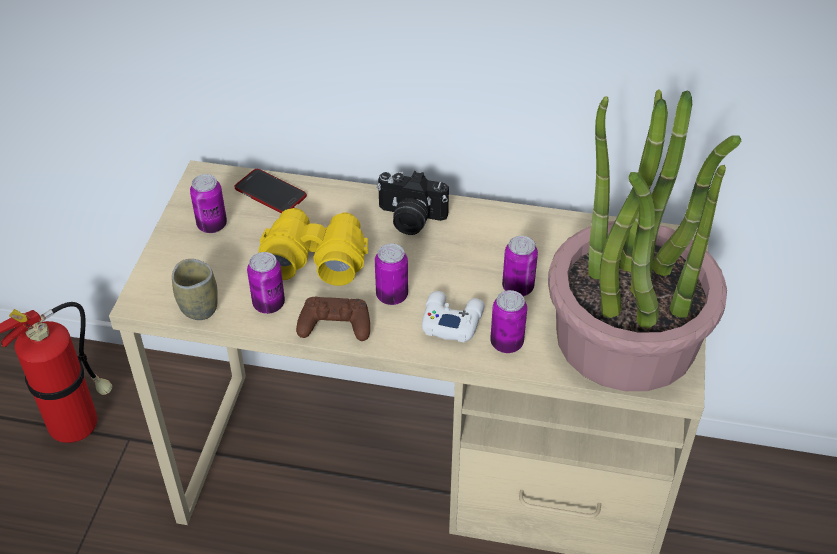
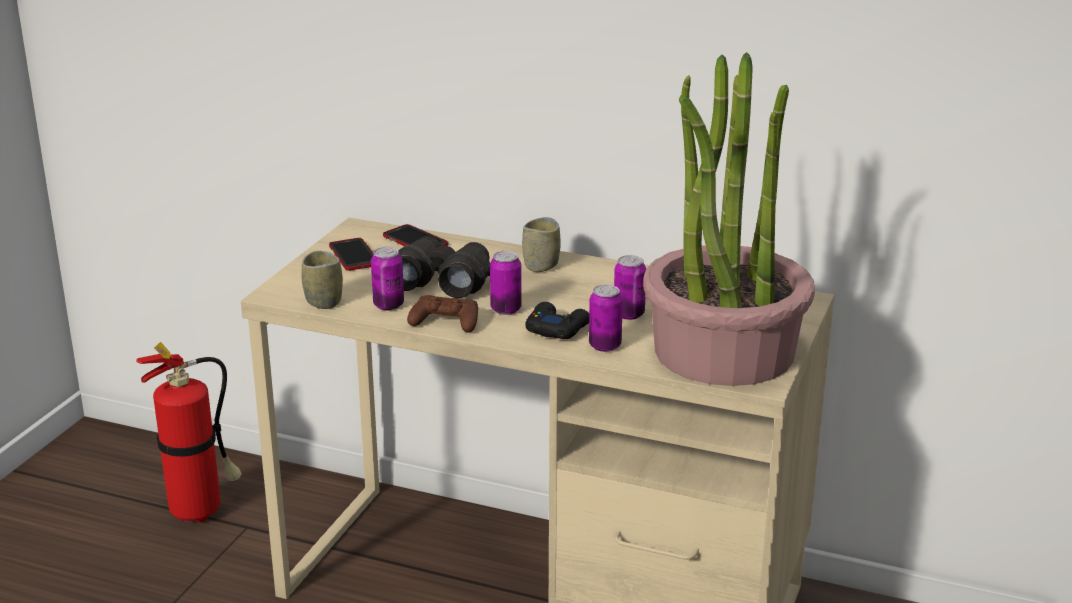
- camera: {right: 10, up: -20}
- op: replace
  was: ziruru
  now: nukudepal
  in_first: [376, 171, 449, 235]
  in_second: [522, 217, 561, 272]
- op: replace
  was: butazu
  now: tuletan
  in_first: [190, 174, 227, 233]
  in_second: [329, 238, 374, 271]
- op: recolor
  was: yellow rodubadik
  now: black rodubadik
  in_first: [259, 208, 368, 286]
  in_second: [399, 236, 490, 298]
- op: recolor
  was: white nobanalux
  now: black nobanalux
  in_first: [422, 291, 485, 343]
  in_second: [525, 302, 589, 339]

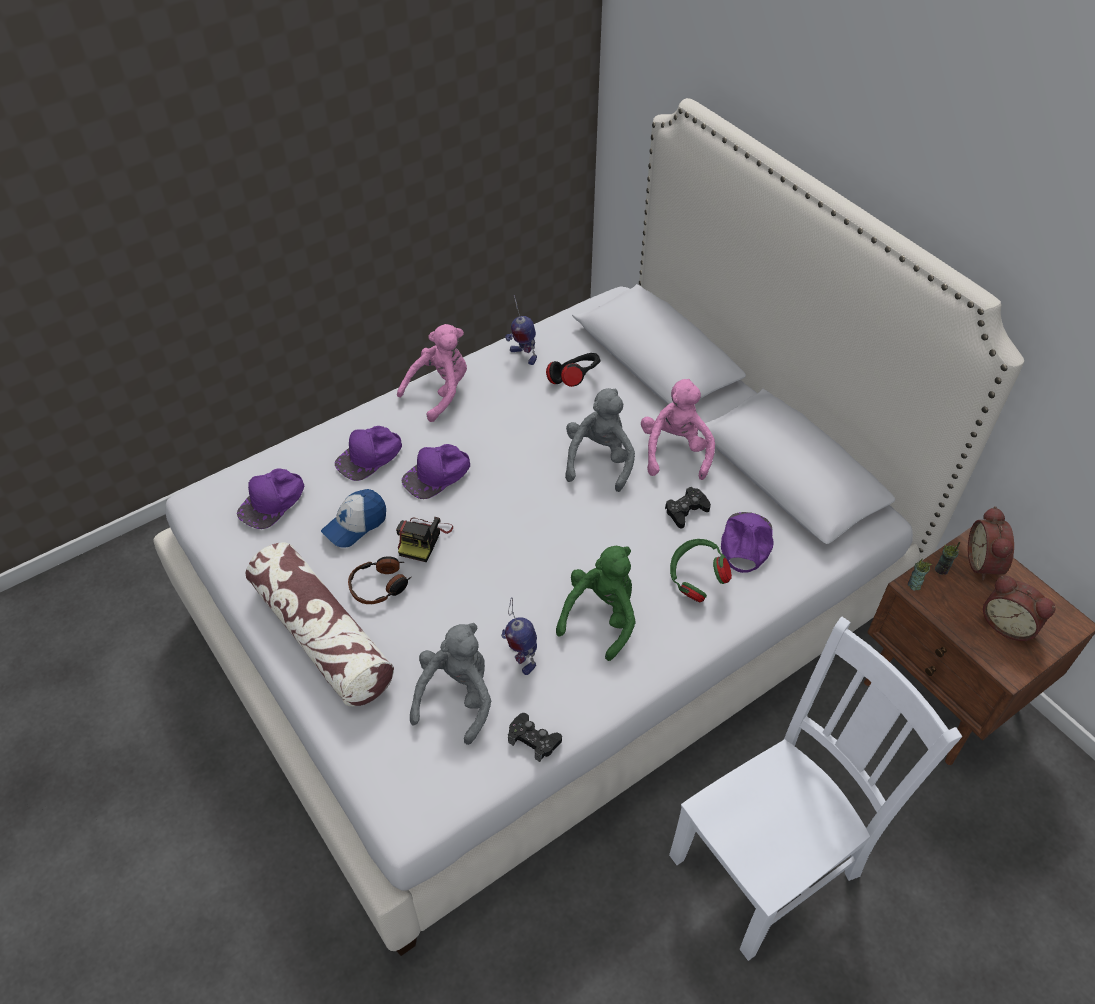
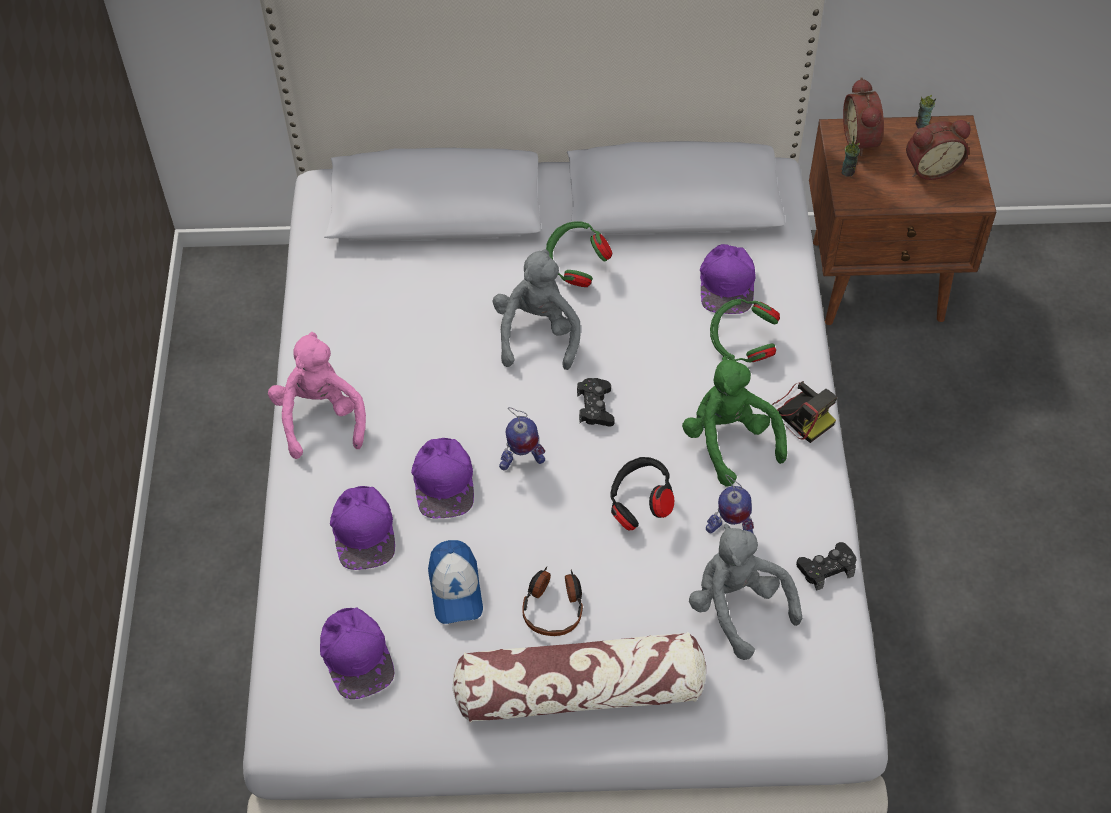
- camera: {right: -55, up: 5}
- op: move
  was: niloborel
  in_first: [505, 295, 537, 365]
  in_second: [499, 407, 545, 470]
- op: move
  was: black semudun
  in_first: [546, 353, 601, 387]
  in_second: [610, 457, 674, 531]
- op: replace
  was: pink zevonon
  now: green semudun
  in_first: [641, 379, 715, 480]
  in_second: [546, 221, 612, 287]
- op: rotate
  was: grey zevonon
  in_first: [565, 388, 635, 492]
  in_second: [493, 249, 581, 370]
  clockwise: 45
- op: move
  was: black nobanalux
  in_first: [665, 487, 711, 529]
  in_second: [577, 378, 615, 426]
- op: rotate
  was: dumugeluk
  in_first: [968, 506, 1014, 581]
  in_second: [843, 77, 884, 156]
  clockwise: 45
- op: rotate
  was: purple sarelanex
  in_first: [721, 512, 774, 573]
  in_second: [700, 244, 756, 314]
  clockwise: -135
- op: move
  was: ziruru
  in_first: [396, 517, 453, 562]
  in_second: [772, 381, 837, 443]
- op: move
  was: nukudepal
  in_first: [908, 559, 932, 591]
  in_second: [916, 95, 936, 128]
- op: delete
  was: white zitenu
  in_first: [669, 617, 962, 961]

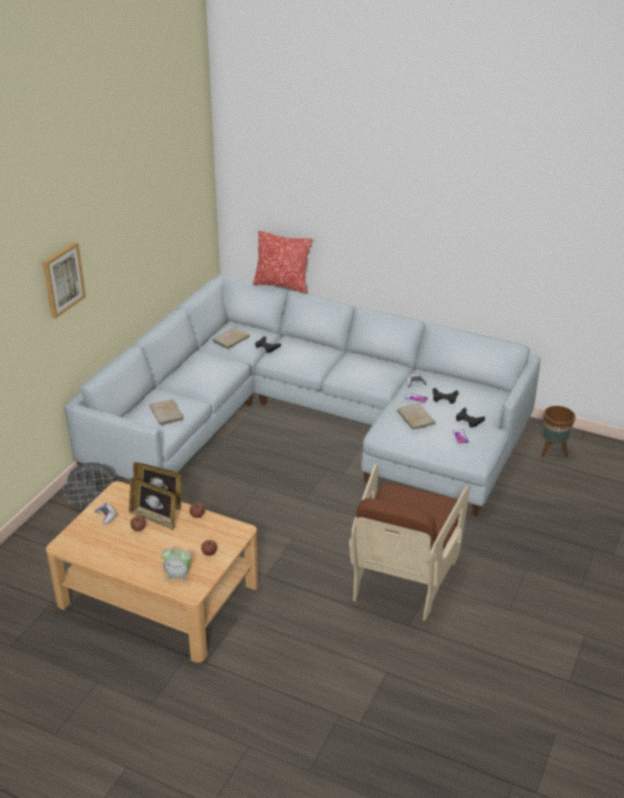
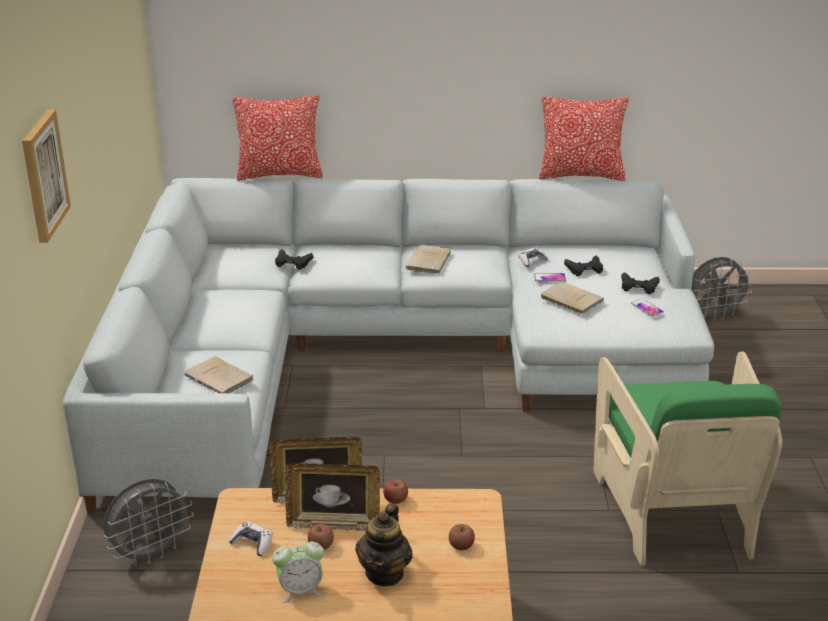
- camera: {right: -25, up: -5}
- op: move
  was: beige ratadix
  in_first: [212, 327, 250, 349]
  in_second: [406, 245, 451, 274]
- op: replace
  was: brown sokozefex
  now: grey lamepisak
  in_first: [541, 406, 576, 457]
  in_second: [691, 257, 754, 321]
- op: recolor
  was: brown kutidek
  now: green kutidek
  in_first: [349, 464, 470, 621]
  in_second: [594, 352, 782, 566]
- op: move
  was: dumugeluk
  in_first: [161, 547, 191, 583]
  in_second: [272, 538, 324, 603]
- op: insert
  now: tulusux
  in_second: [539, 96, 629, 181]
- op: insert
  now: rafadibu
  in_second: [355, 503, 413, 587]

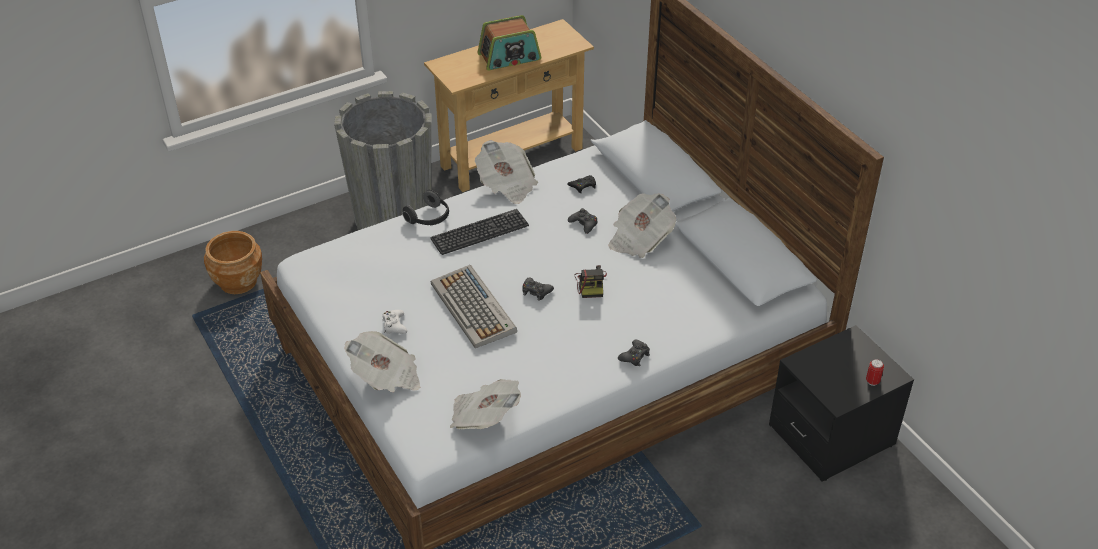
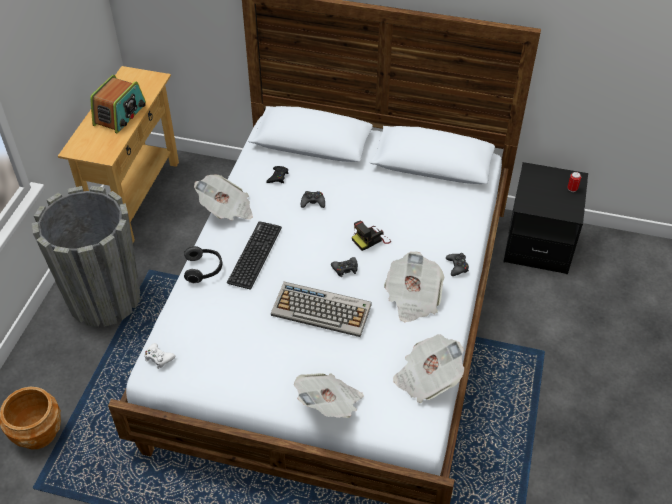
- camera: {right: -45, up: 5}
- op: move
  was: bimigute
  in_first: [608, 193, 676, 258]
  in_second: [384, 251, 444, 323]
- op: rotate
  was: ziruru
  in_first: [575, 265, 607, 298]
  in_second: [352, 220, 391, 251]
  clockwise: 105
- op: move
  was: white nobanalux
  in_first: [382, 310, 407, 334]
  in_second: [144, 343, 176, 369]

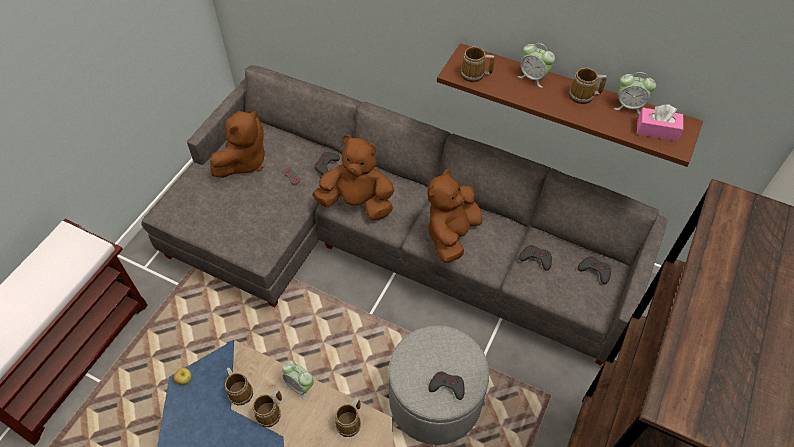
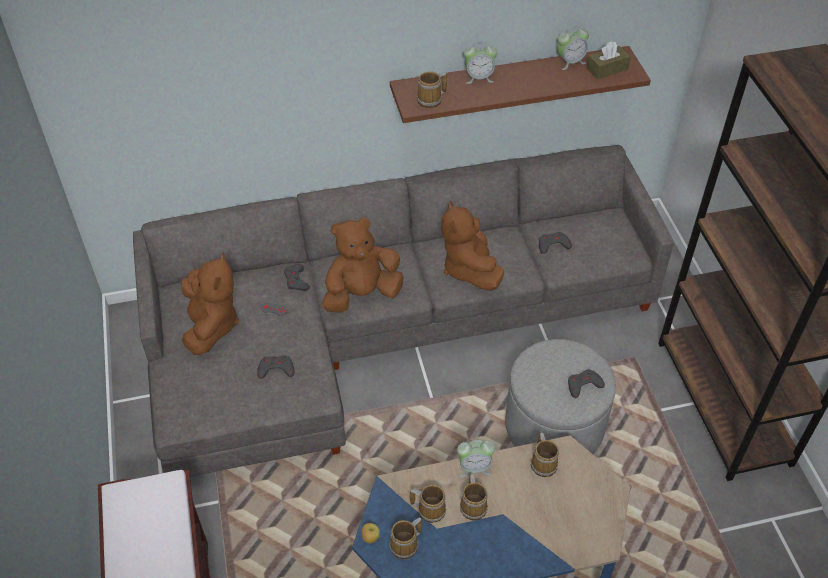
- camera: {right: -40, up: -5}
- op: move
  was: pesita
  in_first: [569, 68, 607, 104]
  in_second: [389, 518, 422, 559]
- op: recolor
  was: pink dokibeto
  now: brown dokibeto
  in_first: [637, 104, 683, 141]
  in_second: [587, 41, 631, 80]
- op: move
  was: grey nobanalux
  in_first: [578, 256, 611, 284]
  in_second: [257, 355, 295, 379]

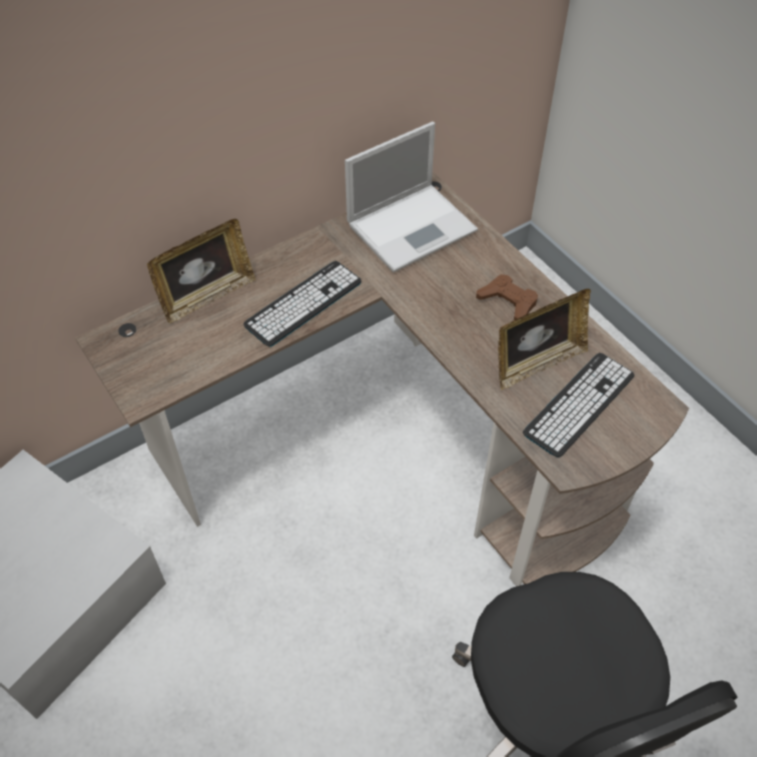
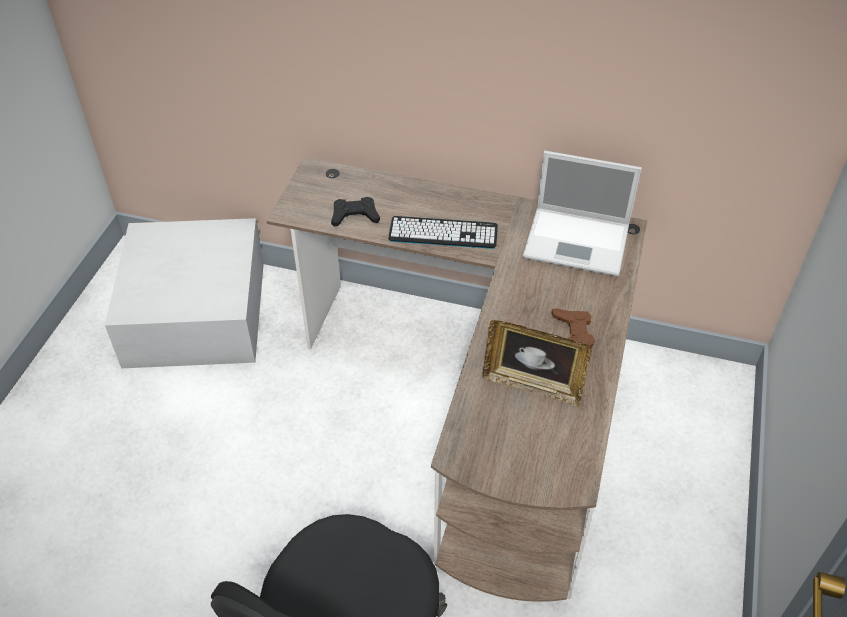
- camera: {right: 50, up: -5}
- op: delete
  was: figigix
  in_first: [147, 219, 256, 323]
- op: delete
  was: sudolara
  in_first: [523, 353, 634, 457]
- op: insert
  now: black nobanalux
  in_second: [331, 197, 380, 227]

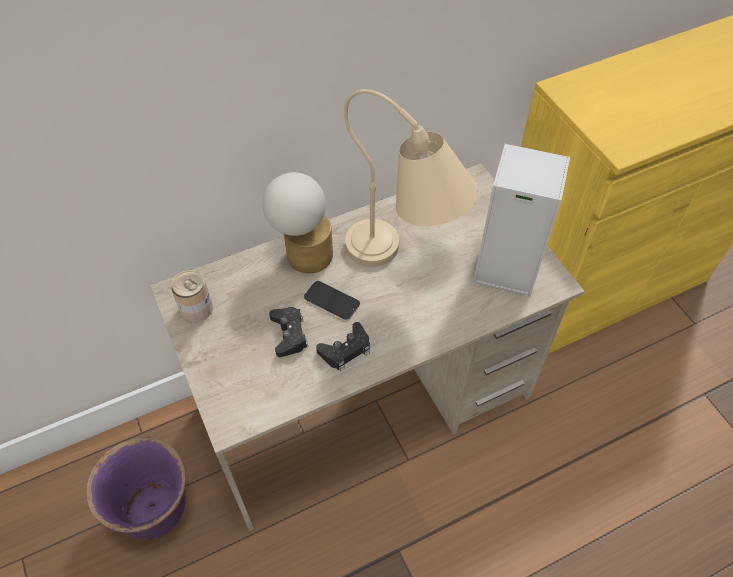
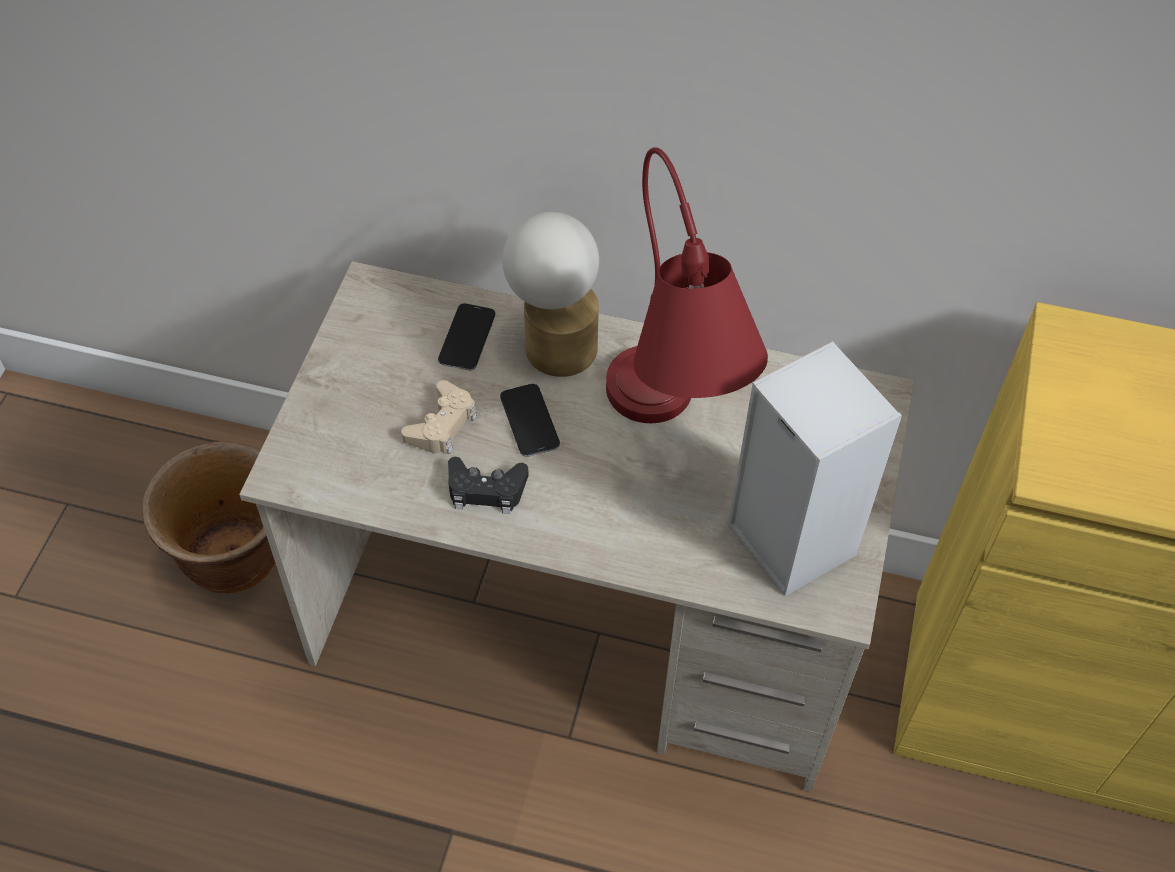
- camera: {right: 40, up: 0}
- op: recolor
  was: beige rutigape
  now: red rutigape
  in_first: [344, 89, 478, 267]
  in_second: [606, 147, 768, 423]
- op: delete
  was: butazu
  in_first: [171, 270, 213, 323]
- op: recolor
  was: black nobanalux
  now: beige nobanalux
  in_first: [269, 307, 308, 357]
  in_second: [401, 380, 477, 454]
- op: recolor
  was: purple sokozefex
  now: brown sokozefex
  in_first: [86, 437, 186, 540]
  in_second: [142, 442, 275, 593]
- op: insert
  now: tuletan
  in_second: [438, 303, 495, 371]

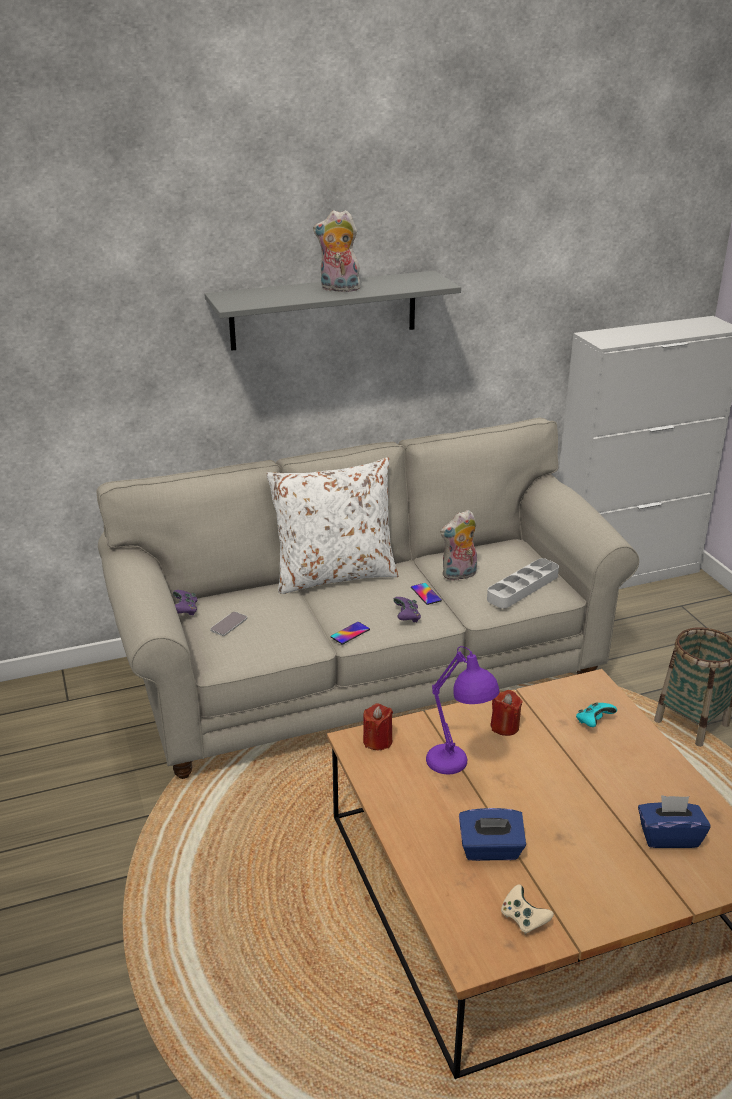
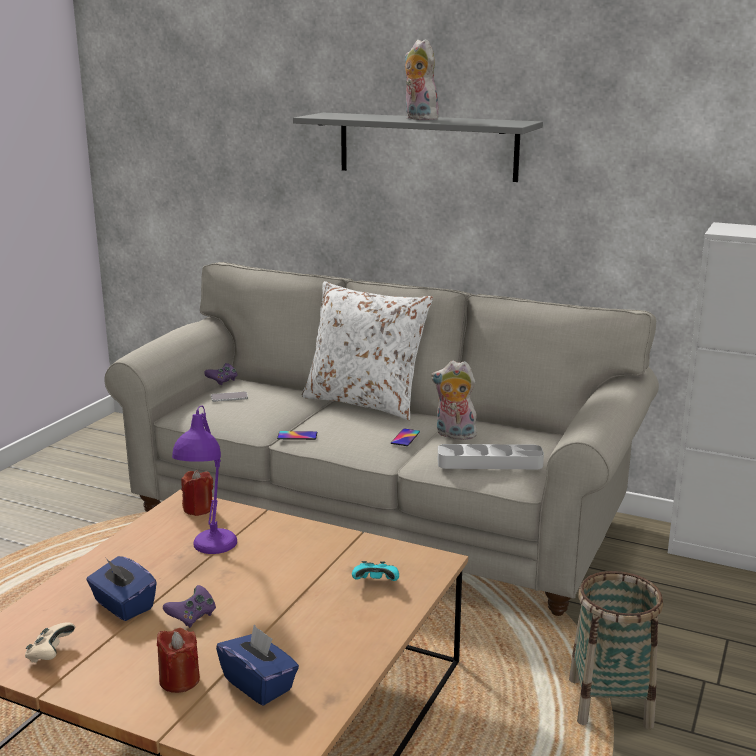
- camera: {right: 45, up: -10}
- op: move
  was: purple nobanalux
  in_first: [393, 597, 421, 622]
  in_second: [163, 585, 216, 628]
- op: move
  was: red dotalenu
  in_first: [491, 690, 523, 736]
  in_second: [157, 628, 200, 693]

